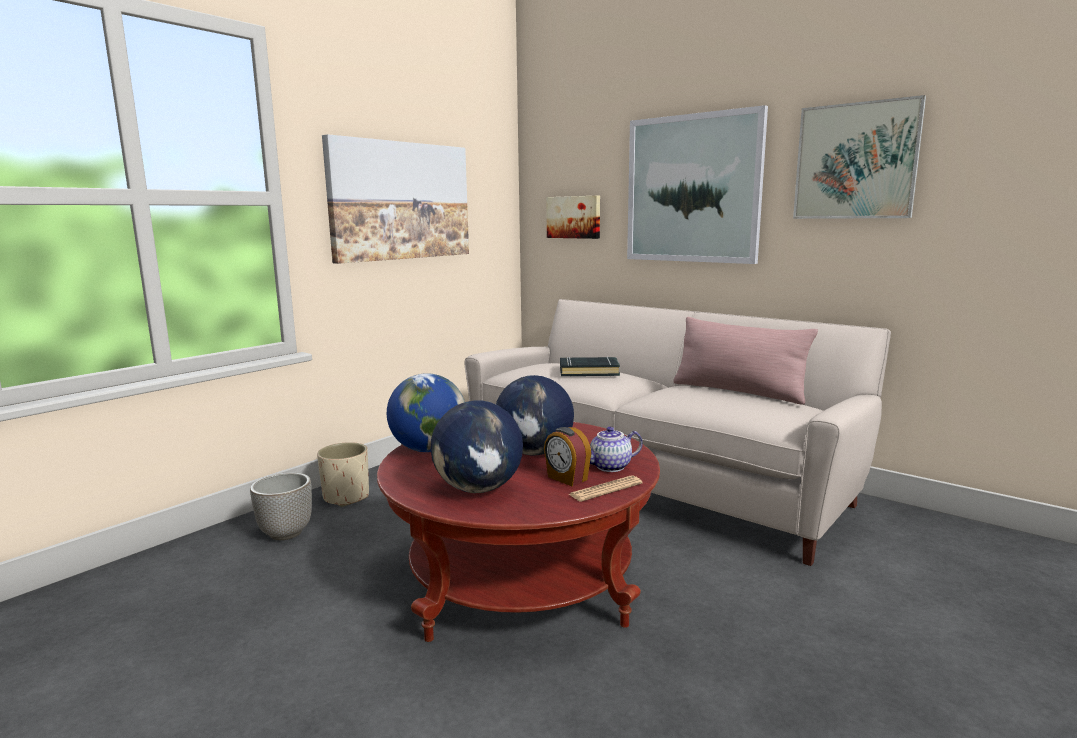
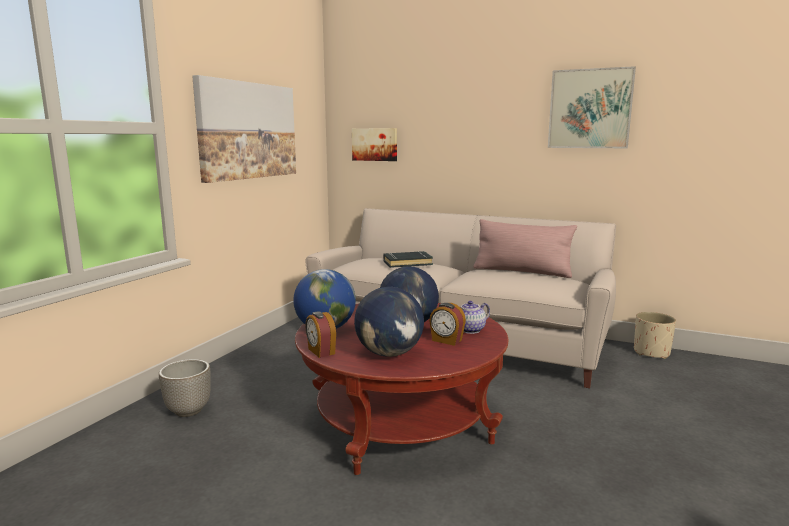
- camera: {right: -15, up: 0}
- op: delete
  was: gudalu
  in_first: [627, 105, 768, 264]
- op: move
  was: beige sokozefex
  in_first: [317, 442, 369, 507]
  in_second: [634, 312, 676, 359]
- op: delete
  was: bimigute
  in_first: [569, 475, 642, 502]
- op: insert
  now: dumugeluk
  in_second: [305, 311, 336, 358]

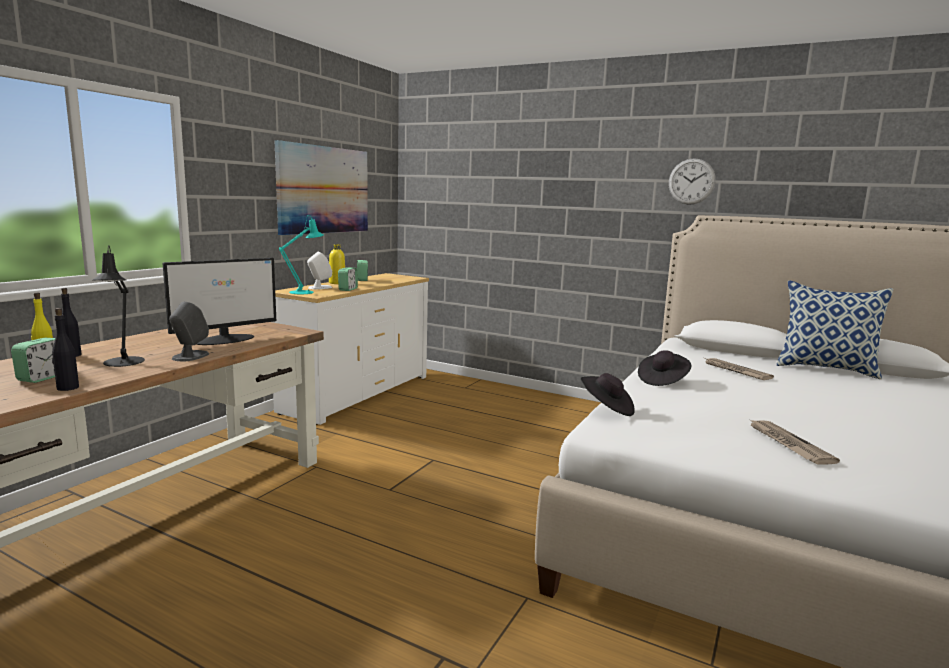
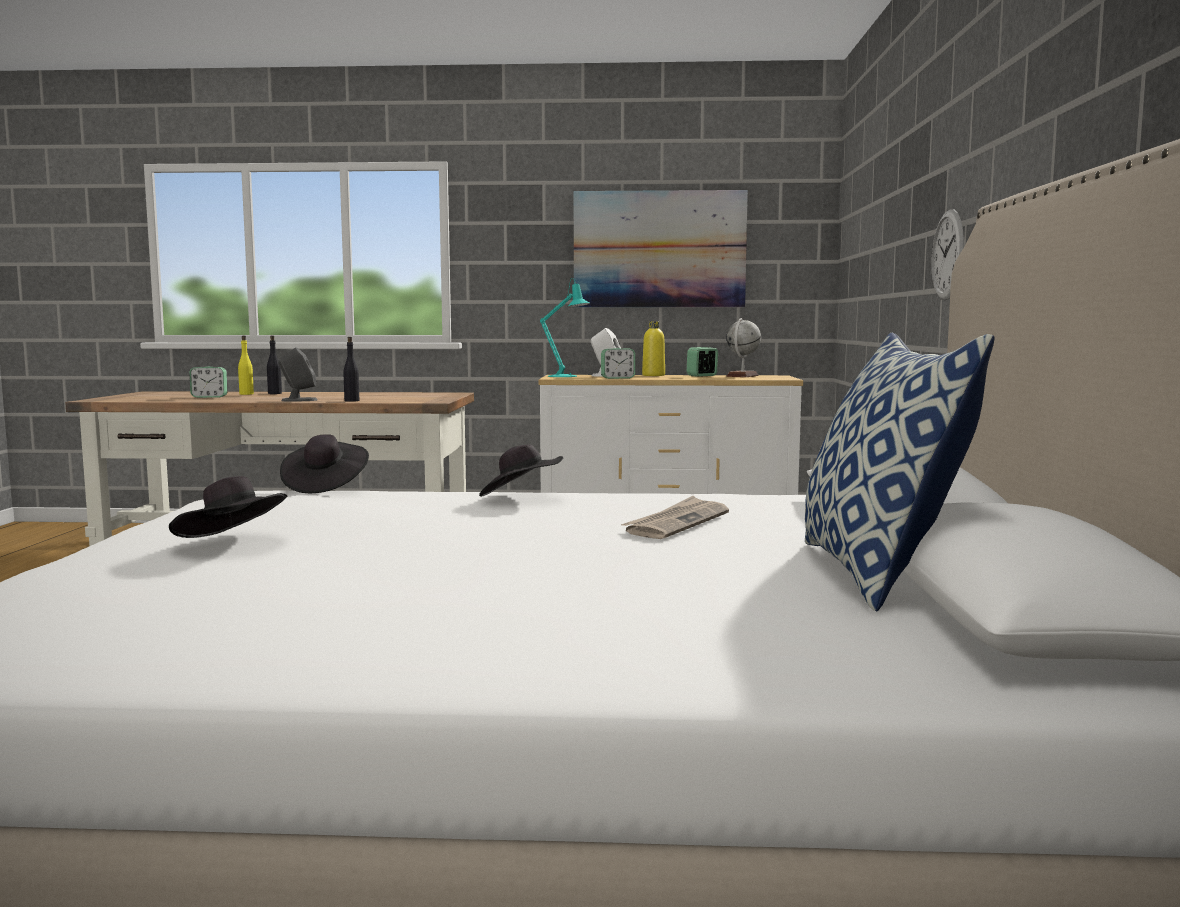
- camera: {right: 65, up: -5}
- op: move
  was: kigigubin
  in_first: [669, 158, 716, 205]
  in_second: [931, 209, 964, 300]
- op: delete
  was: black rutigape
  in_first: [93, 245, 145, 367]
- op: delete
  was: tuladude
  in_first: [162, 258, 276, 345]
- op: move
  was: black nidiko
  in_first: [52, 308, 79, 391]
  in_second: [343, 337, 359, 402]
- op: replace
  was: bimigute
  now: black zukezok
  in_first: [750, 420, 840, 465]
  in_second: [169, 476, 288, 538]
- op: insert
  now: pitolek
  in_second: [726, 318, 761, 377]

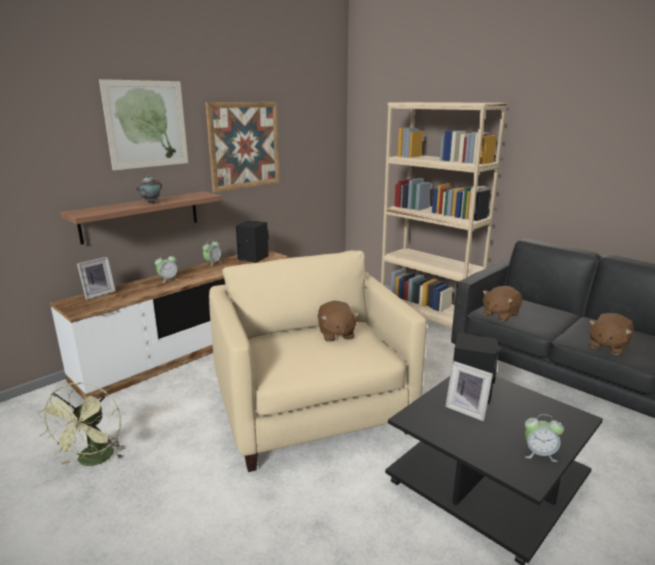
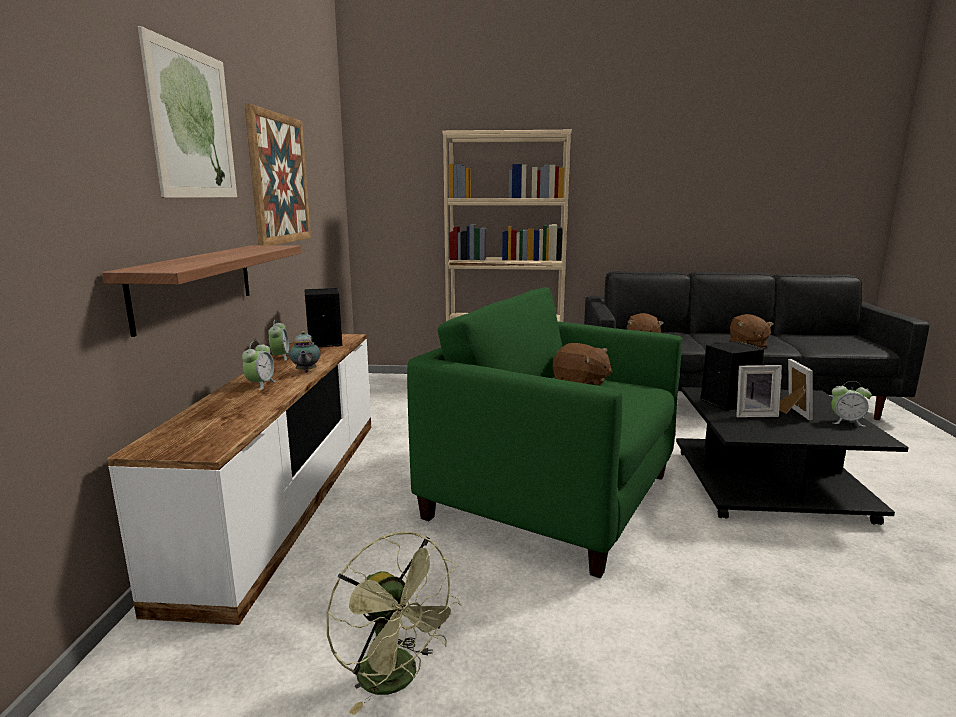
- camera: {right: -40, up: -5}
- op: move
  was: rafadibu
  in_first: [135, 175, 162, 204]
  in_second: [290, 331, 320, 373]
- op: recolor
  was: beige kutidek
  now: green kutidek
  in_first: [209, 250, 426, 472]
  in_second: [407, 287, 682, 578]
- op: move
  was: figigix
  in_first: [77, 257, 115, 300]
  in_second: [779, 359, 813, 421]
- op: rotate
  was: dumugeluk
  in_first: [525, 414, 564, 462]
  in_second: [832, 381, 872, 427]
  clockwise: 45

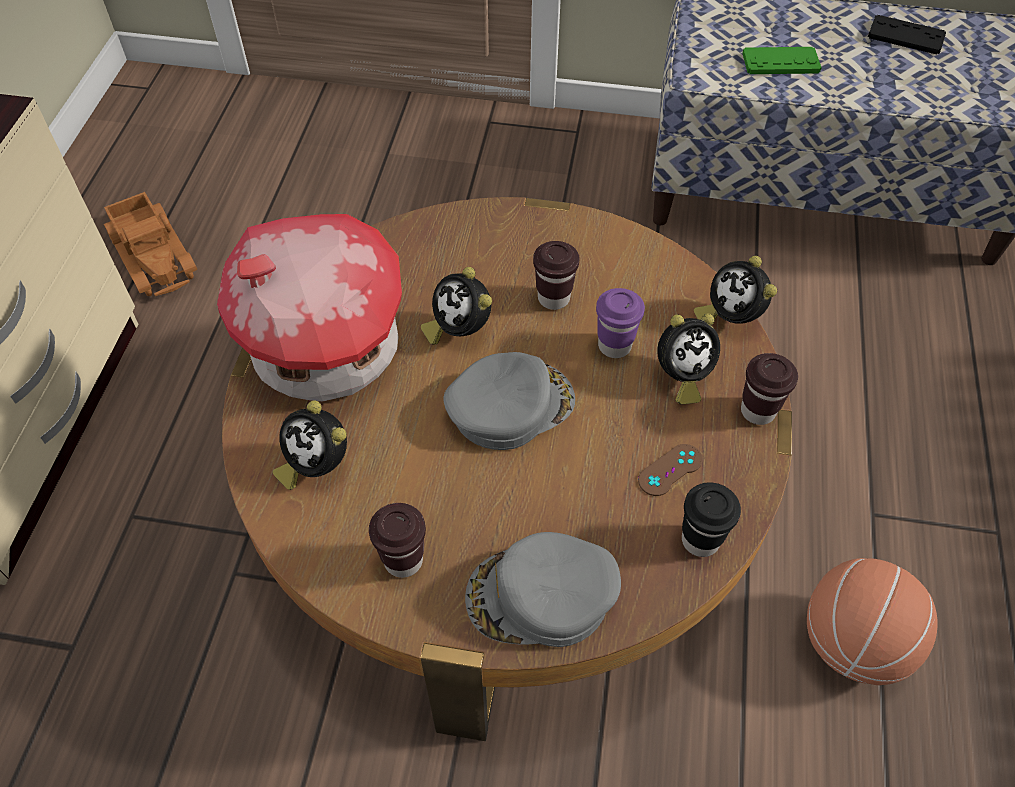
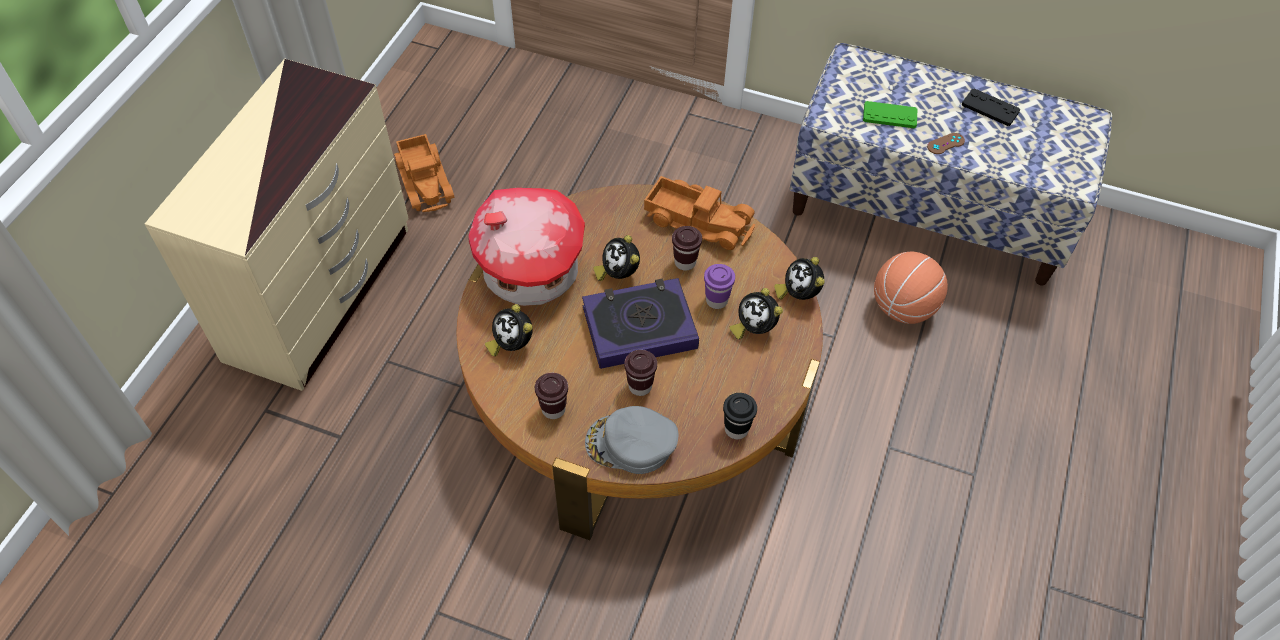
- camera: {right: 10, up: 0}
- op: rotate
  was: dumugeluk
  in_first: [657, 314, 720, 404]
  in_second: [729, 288, 783, 340]
  clockwise: 60
- op: replace
  was: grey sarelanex
  now: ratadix
  in_first: [444, 352, 575, 450]
  in_second: [582, 278, 699, 369]
- op: move
  was: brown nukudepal
  in_first: [741, 353, 798, 425]
  in_second: [624, 350, 657, 396]
- op: move
  was: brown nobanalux
  in_first: [638, 444, 703, 496]
  in_second: [927, 133, 965, 154]
- op: move
  was: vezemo
  in_first: [807, 558, 938, 685]
  in_second: [874, 251, 948, 324]
- op: insert
  now: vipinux
  in_second: [644, 176, 755, 250]

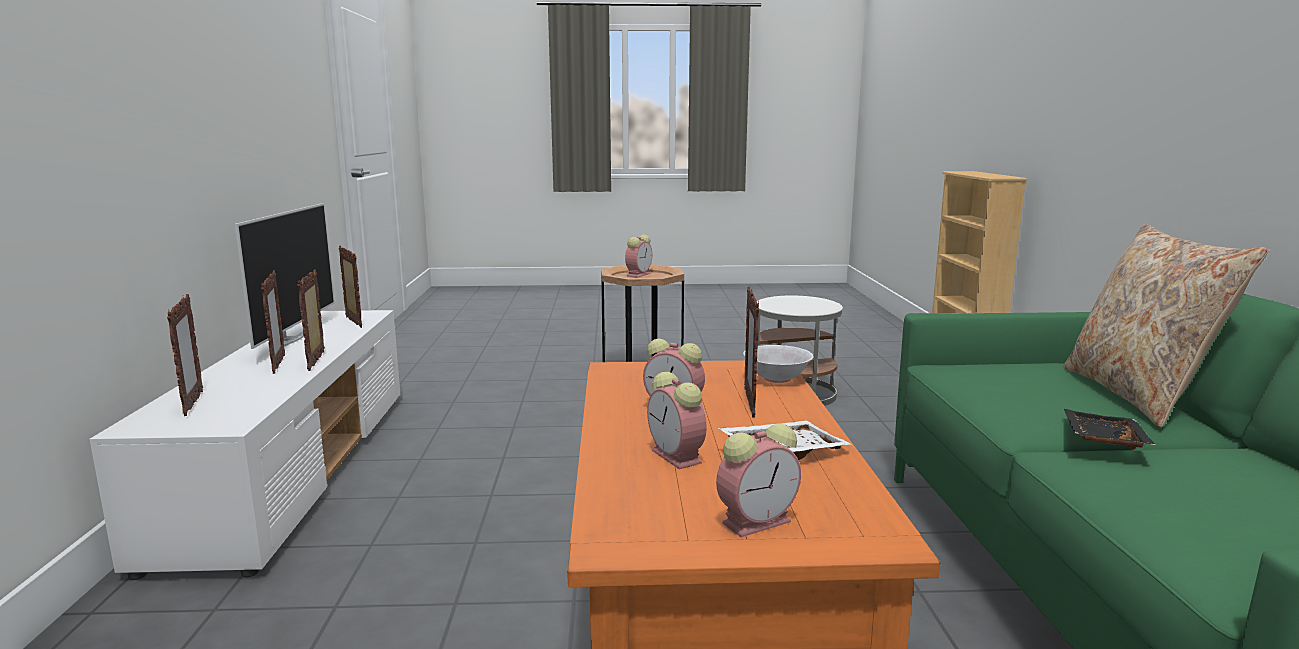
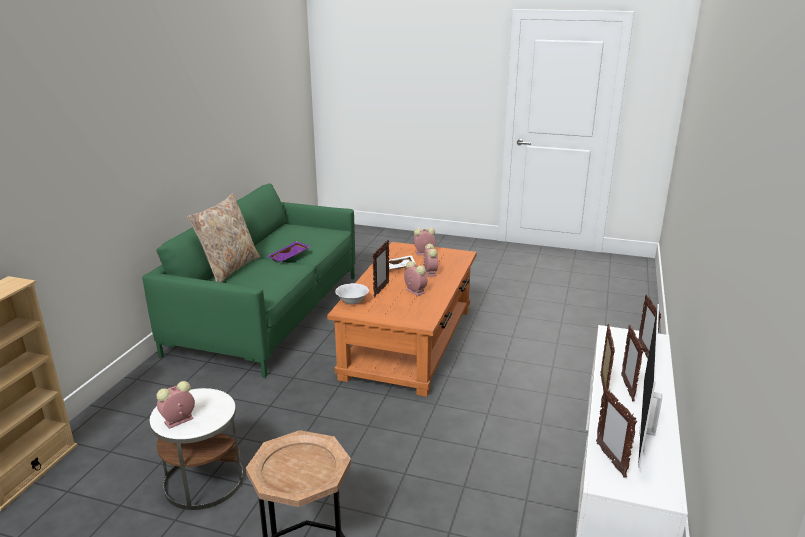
- camera: {right: -160, up: 10}
- op: move
  was: dumugeluk
  in_first: [625, 235, 652, 278]
  in_second: [156, 381, 195, 429]
- op: recolor
  was: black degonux
  now: purple degonux
  in_first: [1064, 409, 1156, 449]
  in_second: [268, 241, 310, 262]

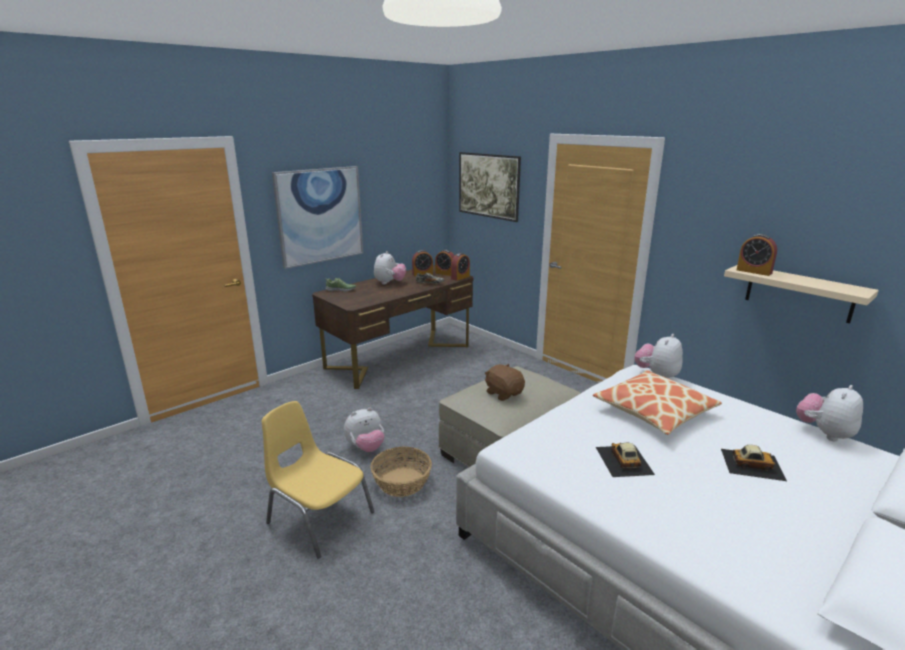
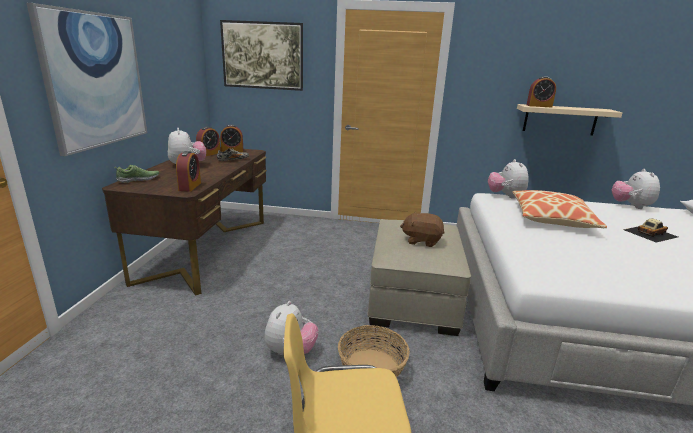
- camera: {right: -40, up: 0}
- op: move
  was: dumugeluk
  in_first: [451, 253, 470, 281]
  in_second: [176, 151, 201, 192]
- op: delete
  was: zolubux
  in_first: [596, 442, 655, 477]

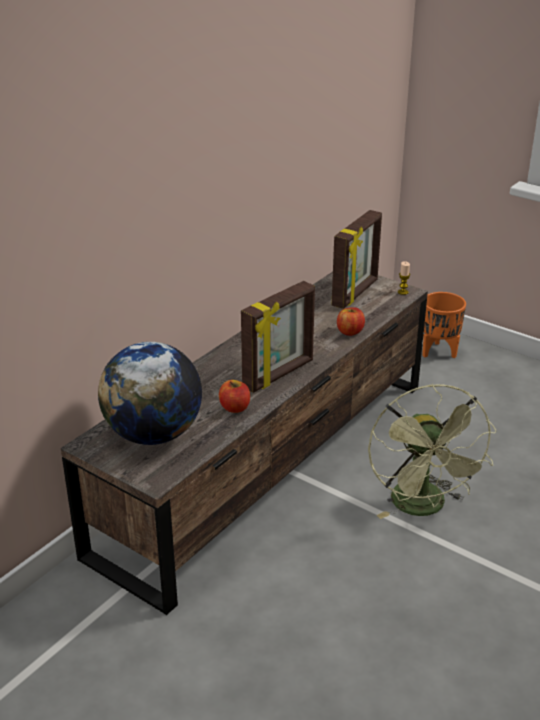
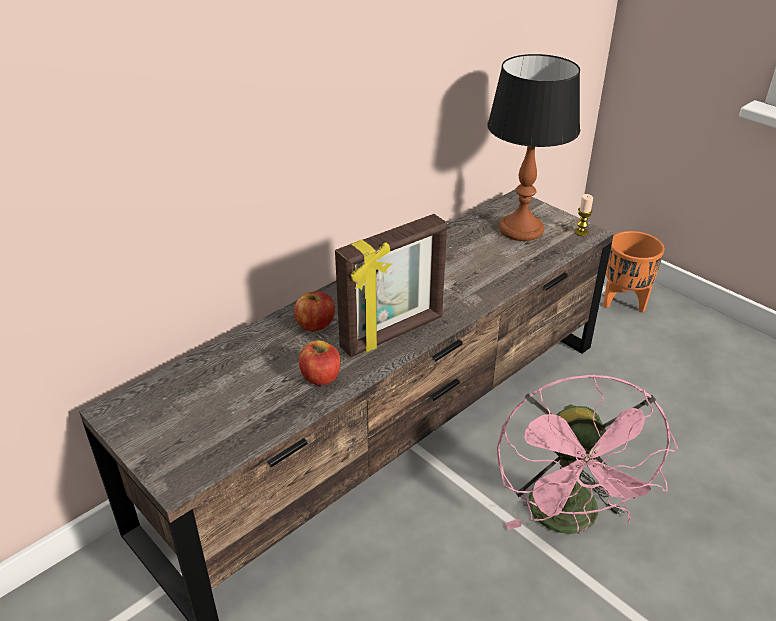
- camera: {right: 10, up: 5}
- op: replace
  was: figigix
  now: rutigape
  in_first: [332, 210, 382, 309]
  in_second: [487, 54, 580, 241]
- op: move
  was: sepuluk
  in_first: [337, 307, 365, 336]
  in_second: [294, 291, 335, 331]
- op: delete
  was: pitolek
  in_first: [98, 342, 202, 445]
- op: recolor
  was: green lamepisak
  now: pink lamepisak
  in_first: [368, 384, 496, 519]
  in_second: [497, 374, 678, 534]

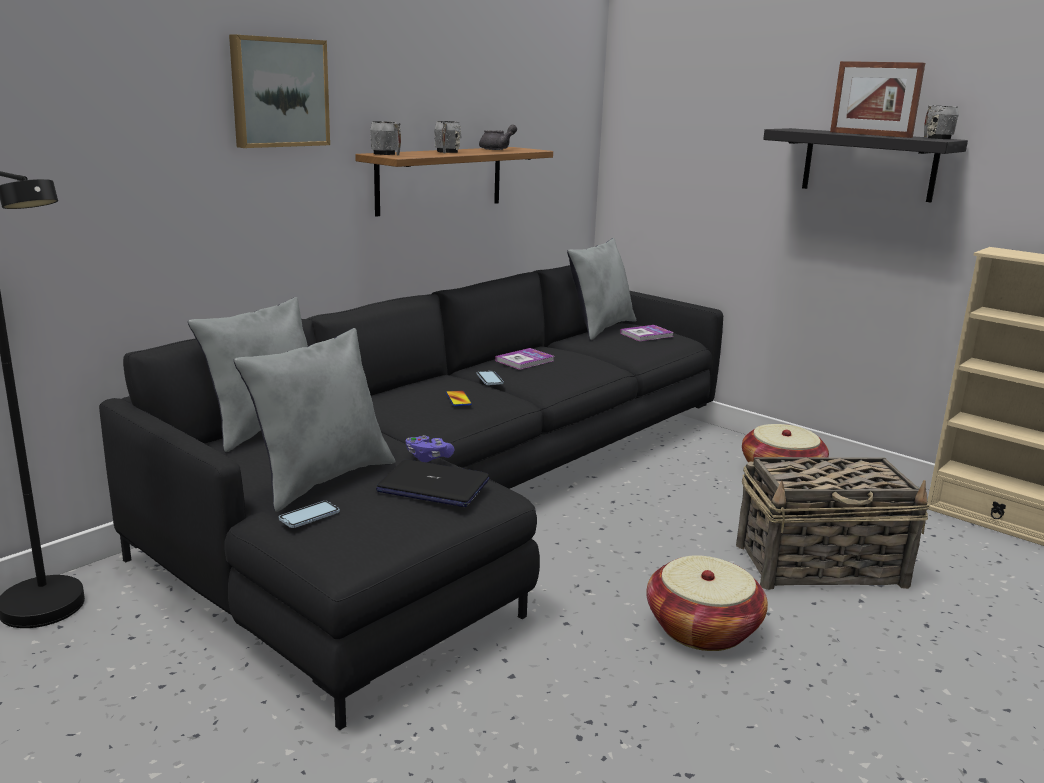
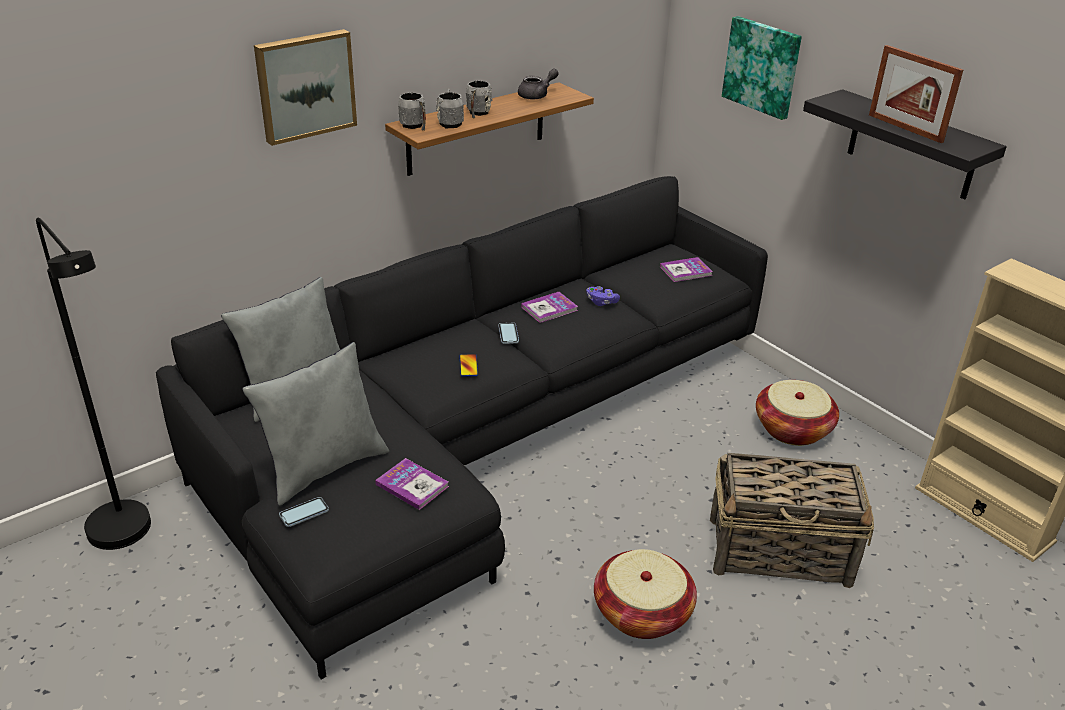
- camera: {right: 10, up: 15}
- op: move
  was: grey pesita
  in_first: [924, 105, 958, 139]
  in_second: [436, 89, 464, 128]
- op: delete
  was: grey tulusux
  in_first: [567, 238, 636, 340]
- op: move
  was: purple nobanalux
  in_first: [405, 435, 454, 462]
  in_second: [586, 286, 620, 306]
- op: replace
  was: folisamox
  now: ratadix
  in_first: [376, 460, 489, 507]
  in_second: [375, 458, 449, 510]
- op: insert
  now: gudalu
  in_second: [722, 16, 802, 120]

